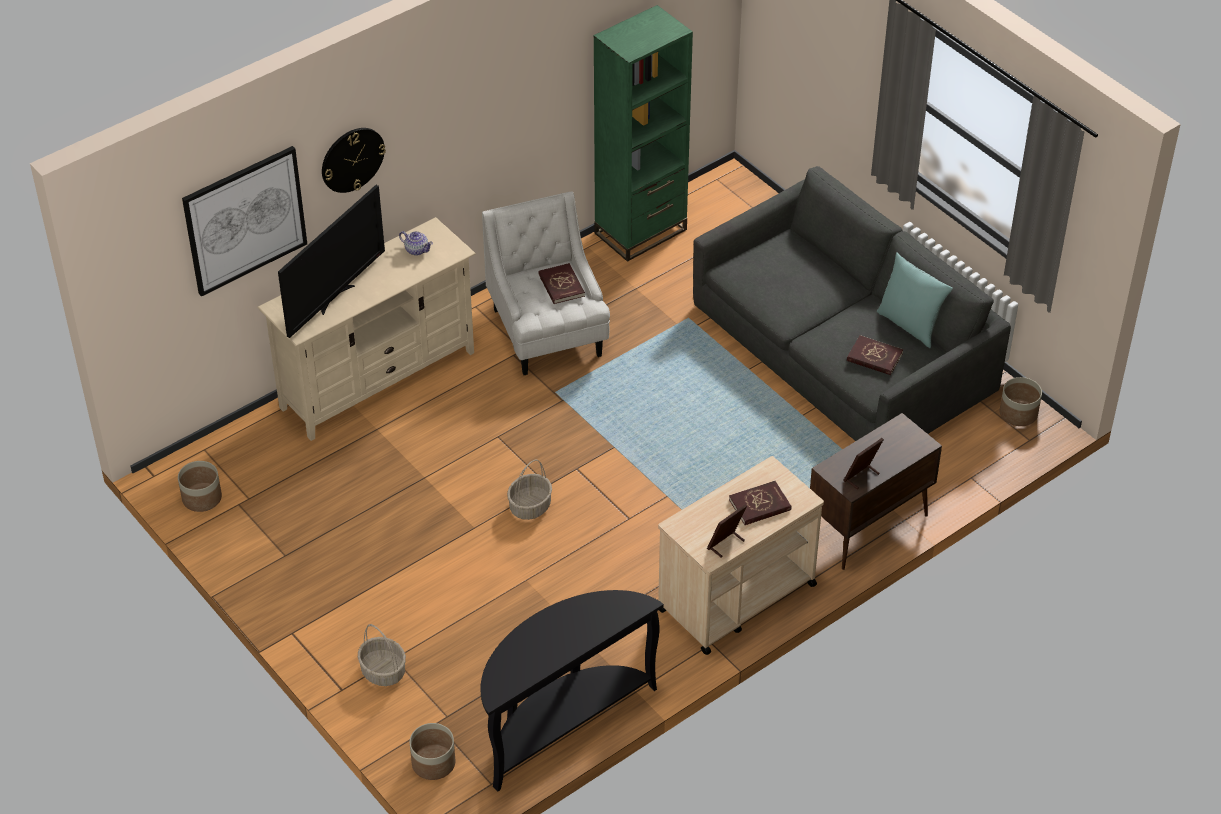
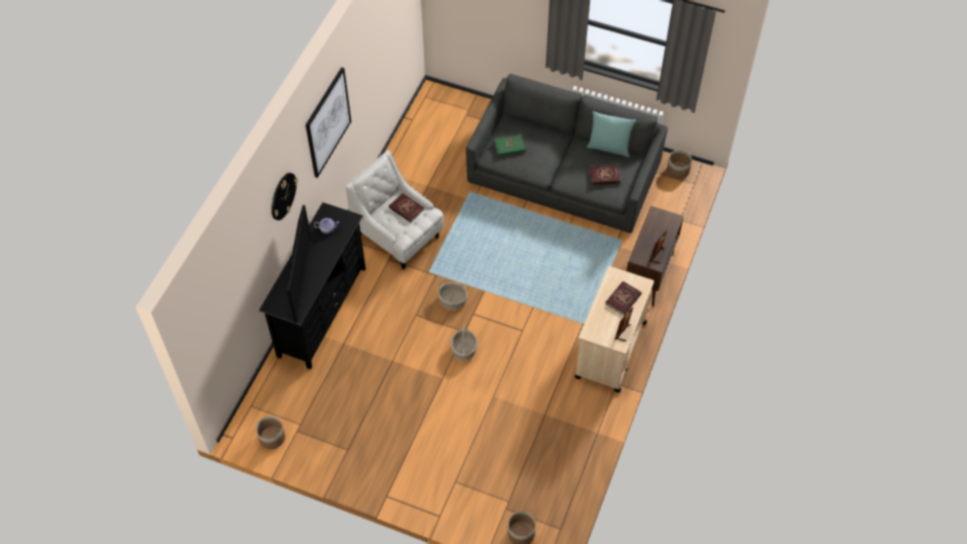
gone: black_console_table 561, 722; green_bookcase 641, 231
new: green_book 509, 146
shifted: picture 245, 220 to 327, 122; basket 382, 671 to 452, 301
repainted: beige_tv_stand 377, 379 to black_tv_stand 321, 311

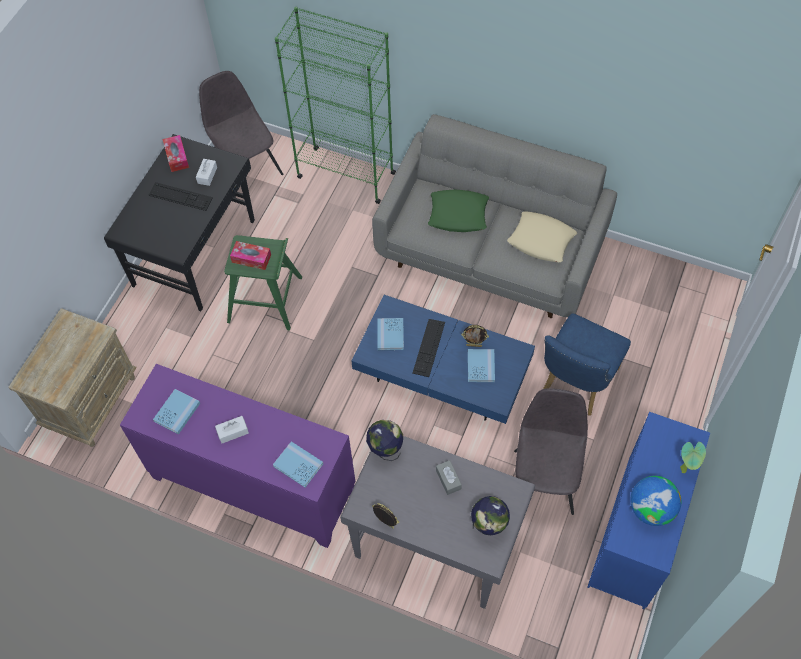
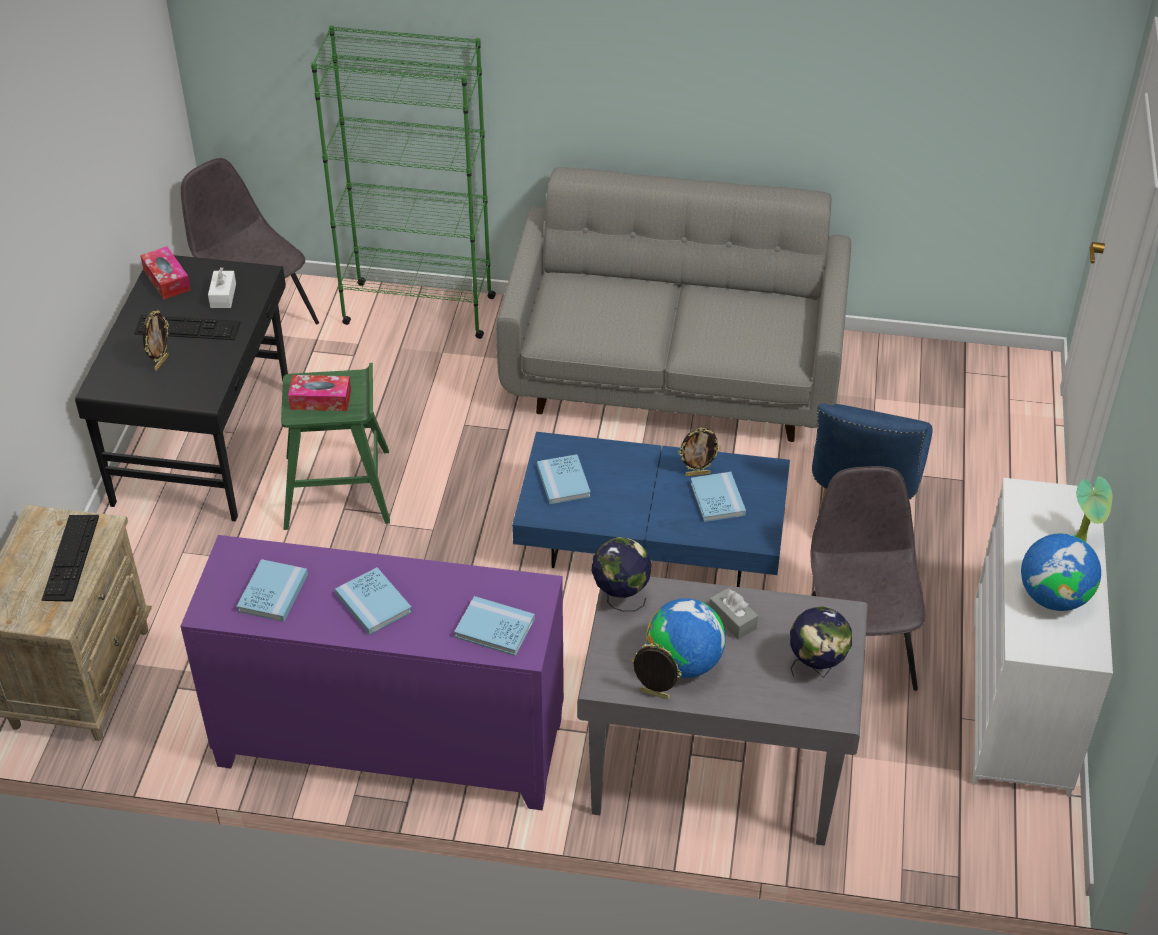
gone: green_pillow 458, 214; beige_pillow 541, 240
new: picture_frame 161, 363; globe 684, 663
shifted: keyboard 429, 347 to 71, 557
swapped: white_tissue_box 232, 432 to blue_book 373, 603
repainted: blue_dresser 637, 533 to white_dresser 1021, 697

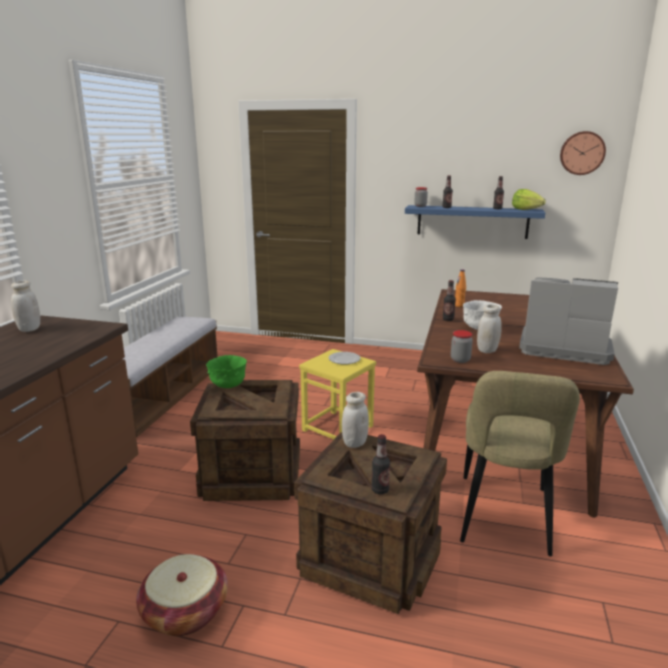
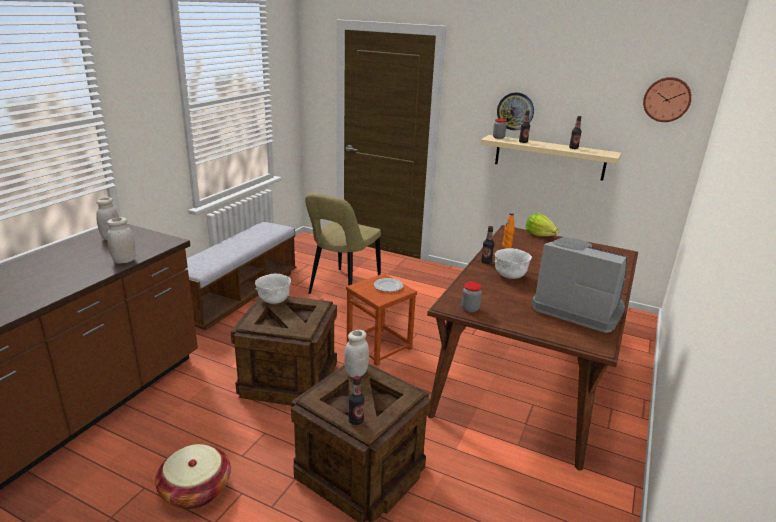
new: wall_clock 515, 111
shifted: white_jar 487, 350 to 124, 261; beige_chair 503, 518 to 343, 288; lettuce 525, 209 to 539, 235
repainted: green_bowl 228, 386 to white_bowl 274, 301; yellow_stool 338, 428 to brown_stool 379, 346; blue_shelf 472, 221 to beige_shelf 549, 157

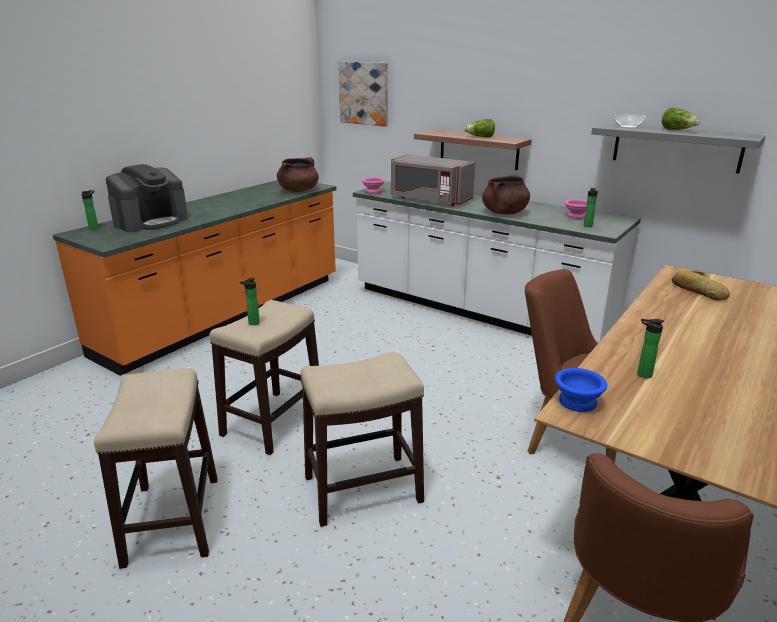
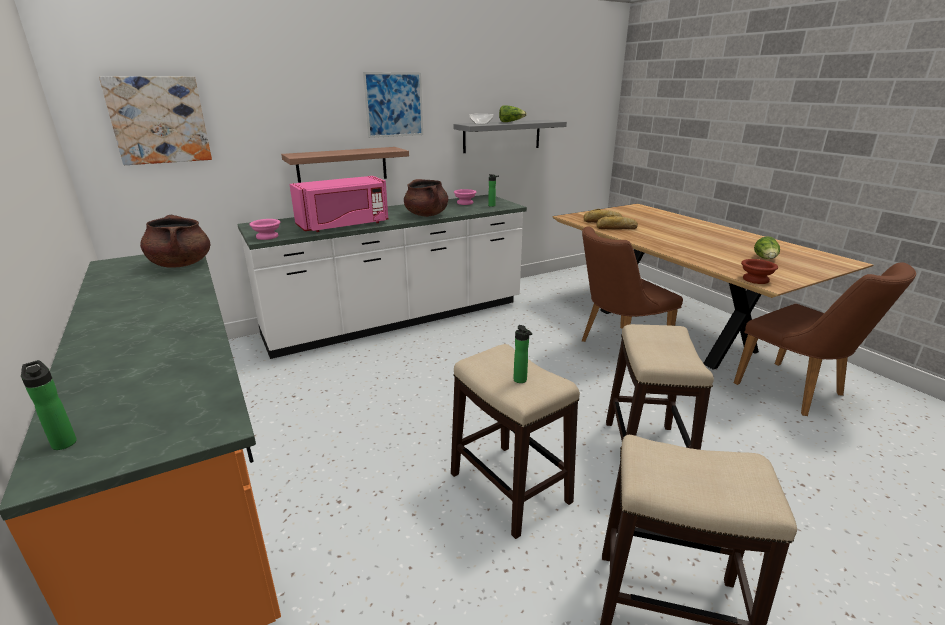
gone: coffee_machine 151, 221; bottle 641, 374
new: picture 394, 105; bread 616, 228
shifted: lettuce 480, 137 to 766, 259
repainted: grey_microwave 429, 200 to pink_microwave 344, 225; blue_bowl 577, 401 to brown_bowl 754, 279

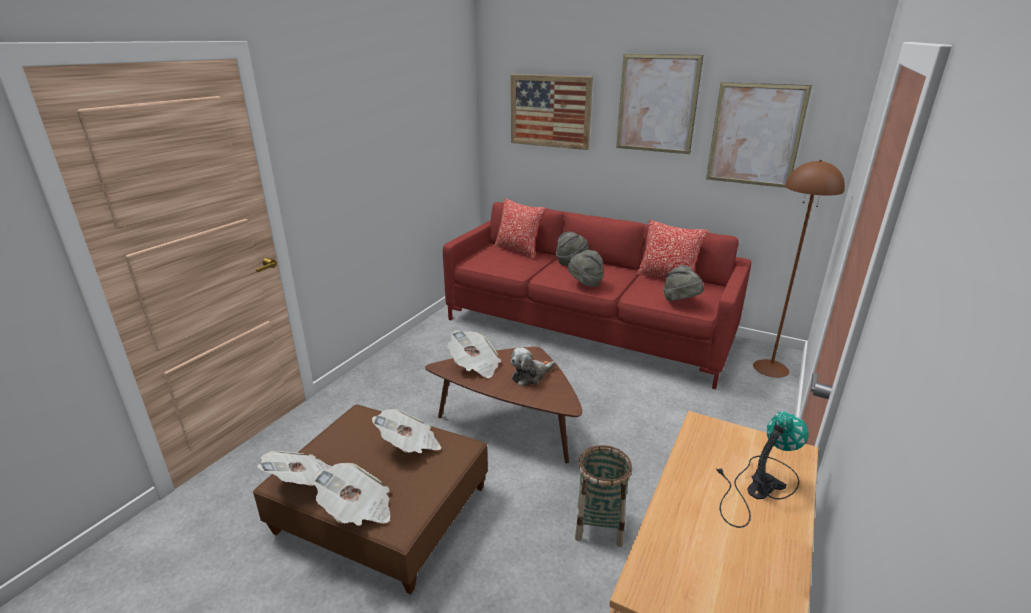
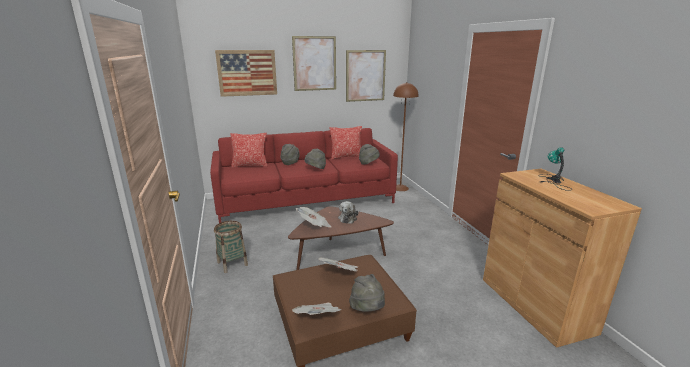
shifted: basket 599, 525 to 232, 263
swapped: newspaper 357, 510 to grey_hat 367, 310

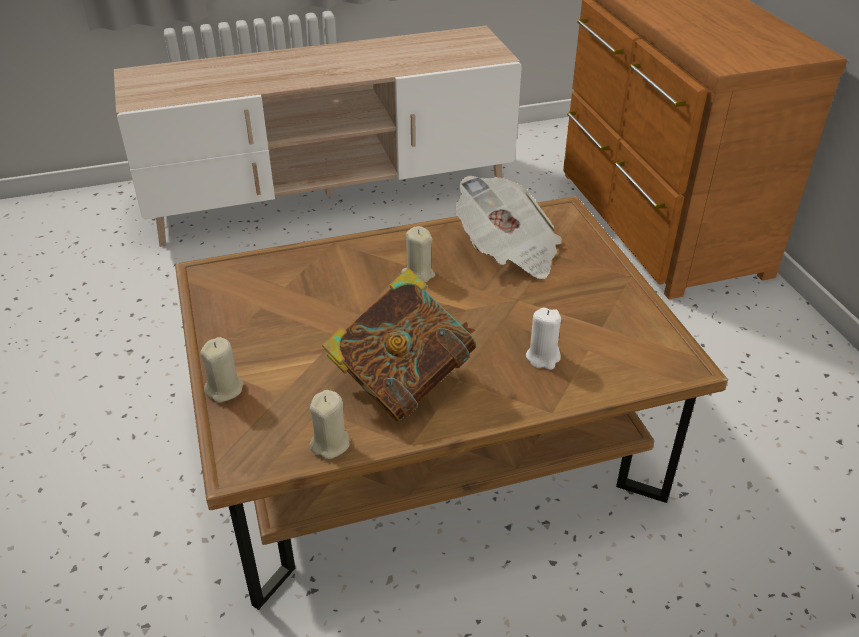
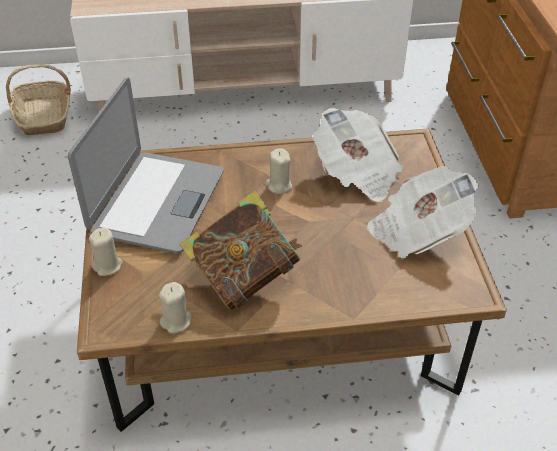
gone: white_candle 543, 357
new: basket 43, 116; laptop 156, 202; newspaper 418, 230

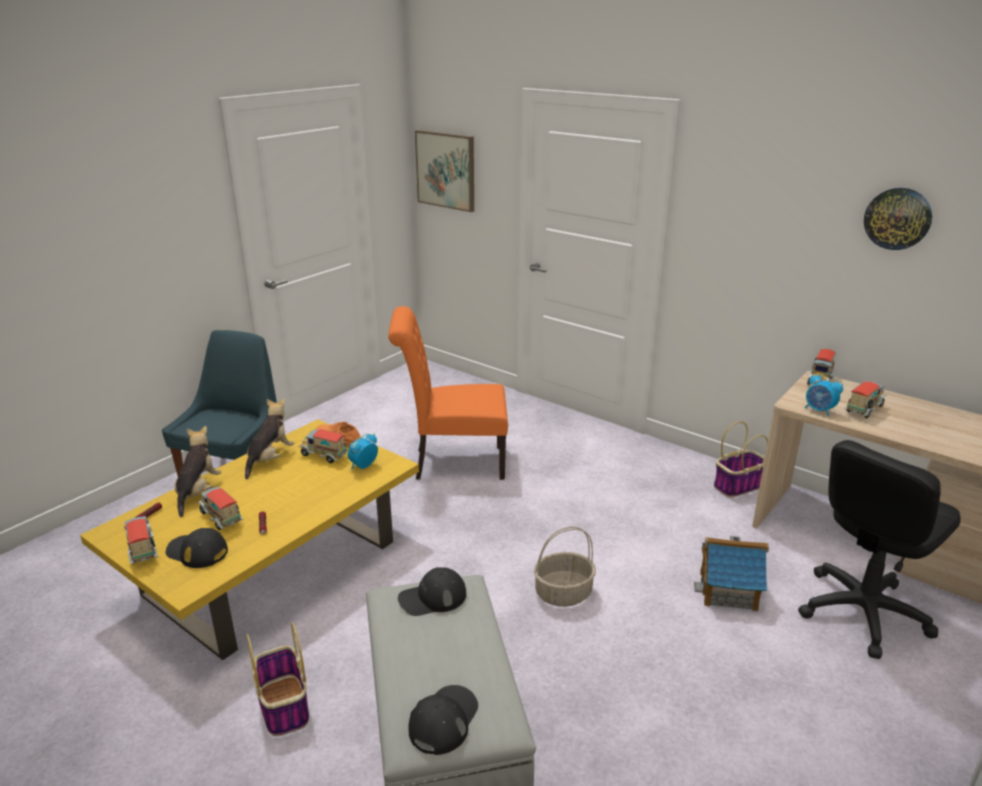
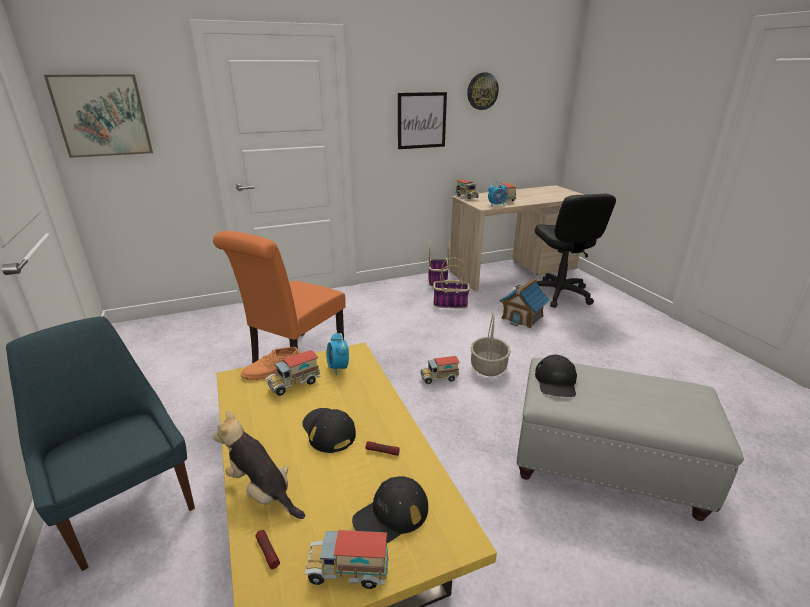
gone: plush_toy 270, 459
new: picture 421, 120
shifted: black_cap 443, 720 to 328, 431; toy_truck 221, 518 to 439, 378; basket 283, 705 to 450, 304

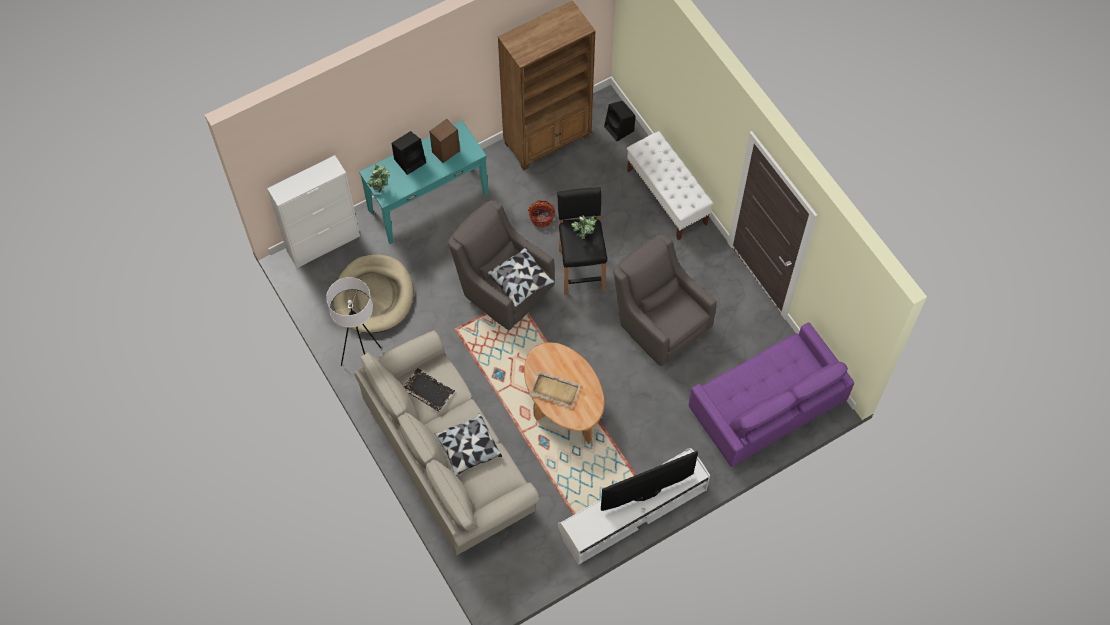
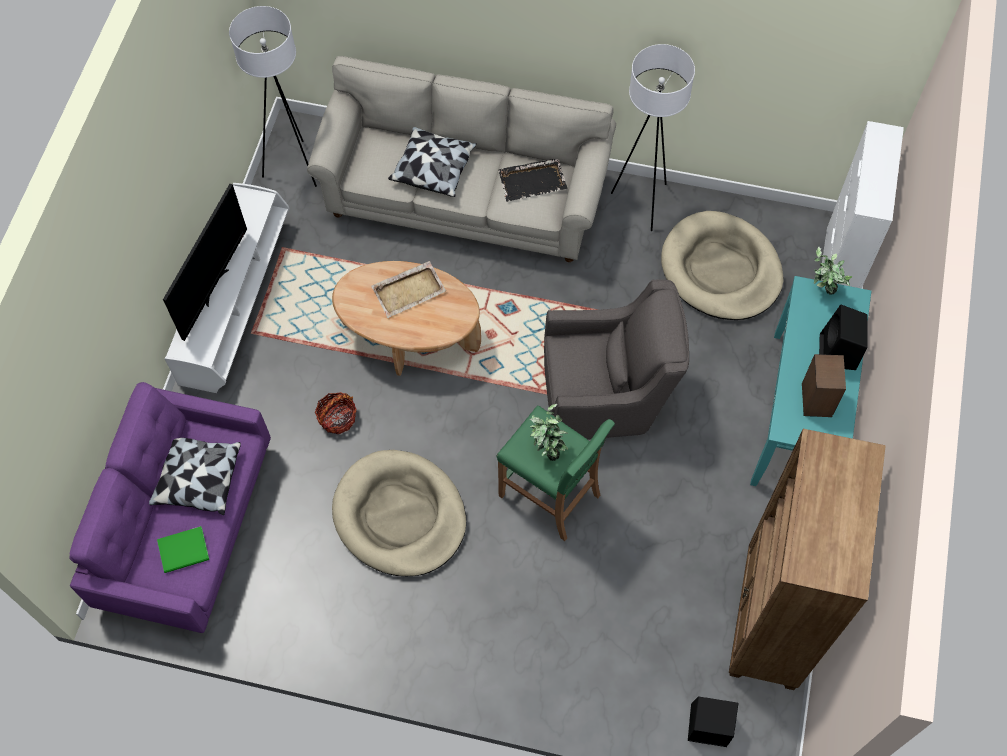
gone: white_bench 667, 197
new: green_book 185, 551; white_floor_lamp 294, 167
shifted: pillow 521, 281 to 197, 479; basket 541, 217 to 337, 418
swapped: grey_armchair 659, 322 to beige_dog_bed 400, 516
repainted: black_stool 581, 269 to green_stool 550, 496

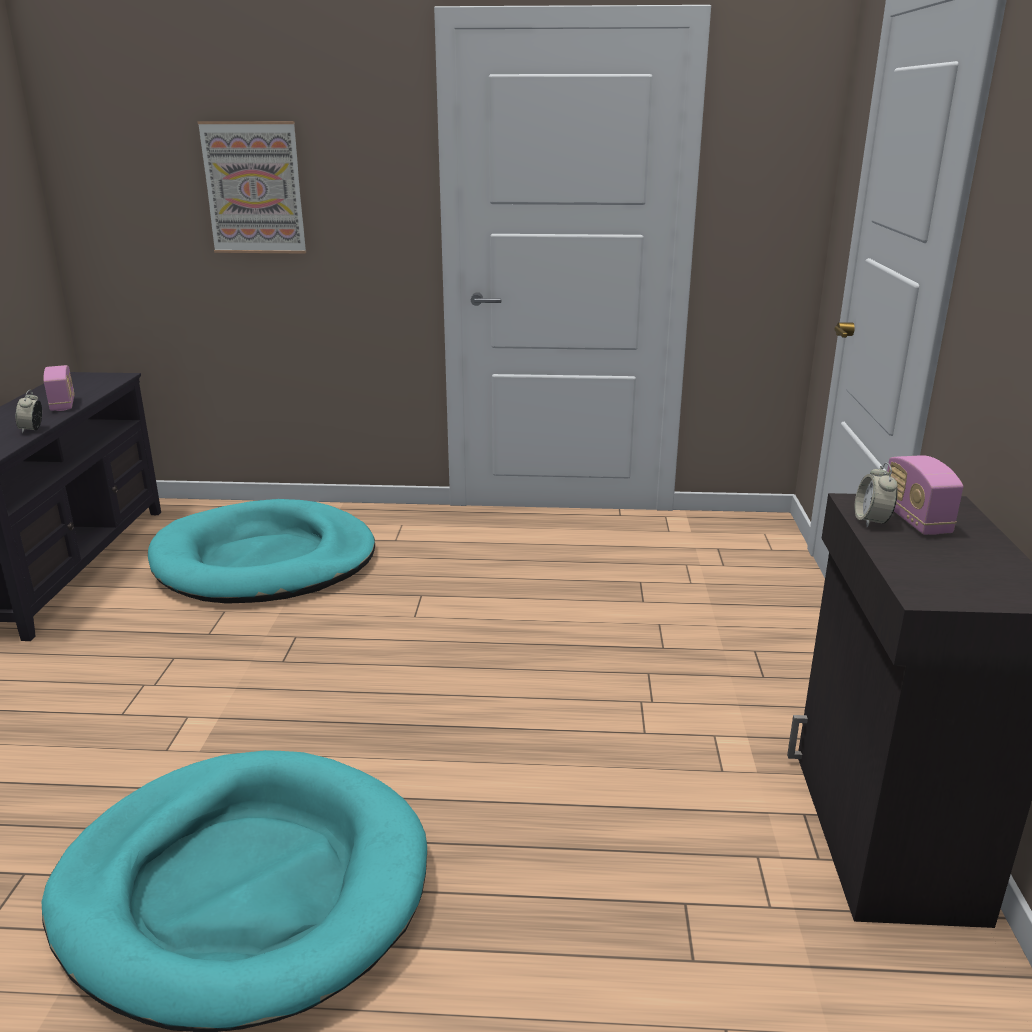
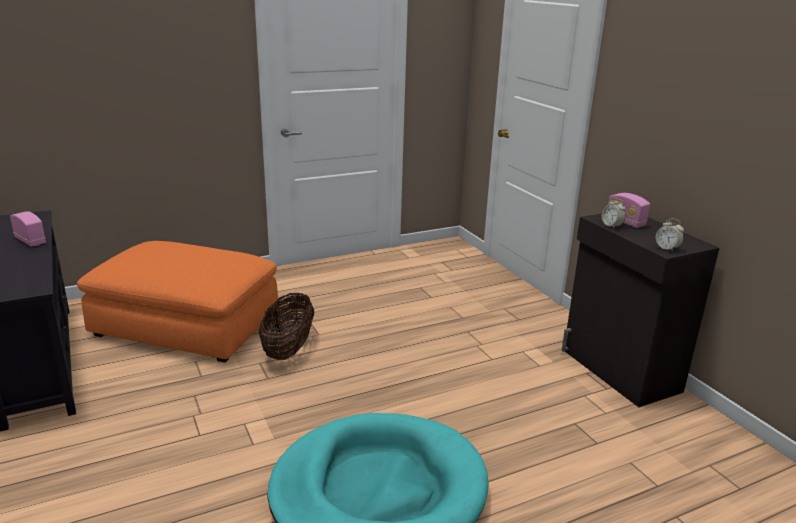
gone: picture 254, 188
new: basket 288, 349
shifted: alarm_clock 32, 429 to 667, 248
swapped: turquoise_dog_bed 265, 561 to orange_ottoman 187, 325

